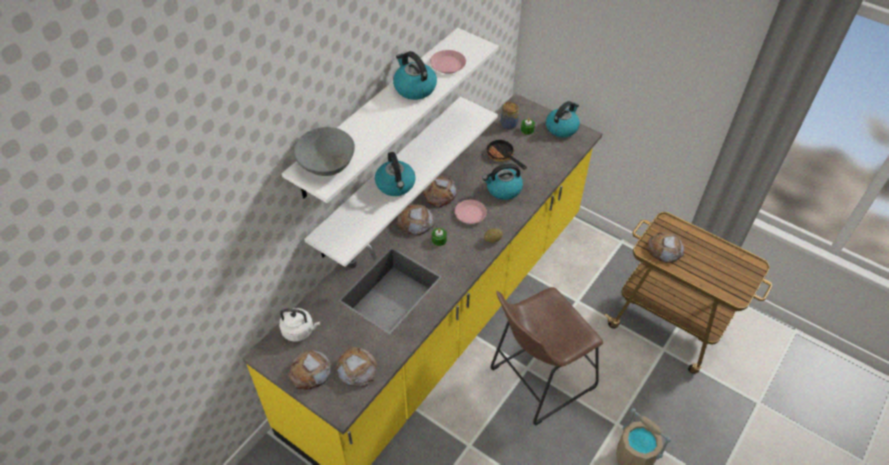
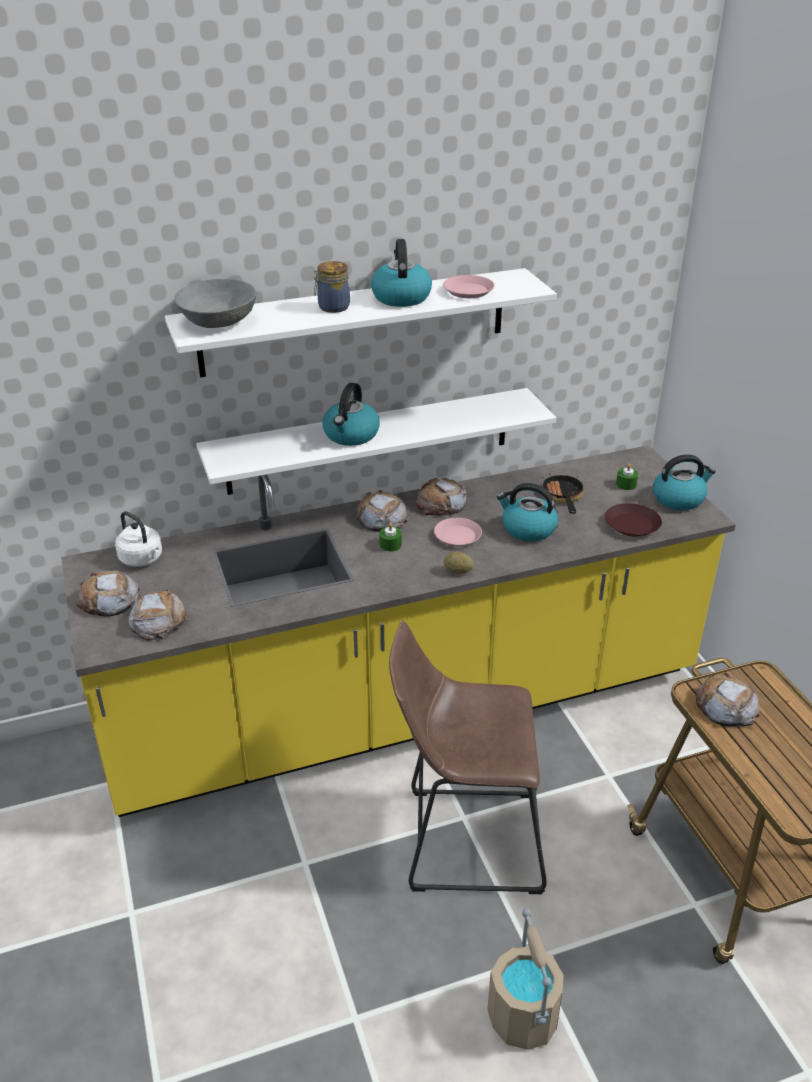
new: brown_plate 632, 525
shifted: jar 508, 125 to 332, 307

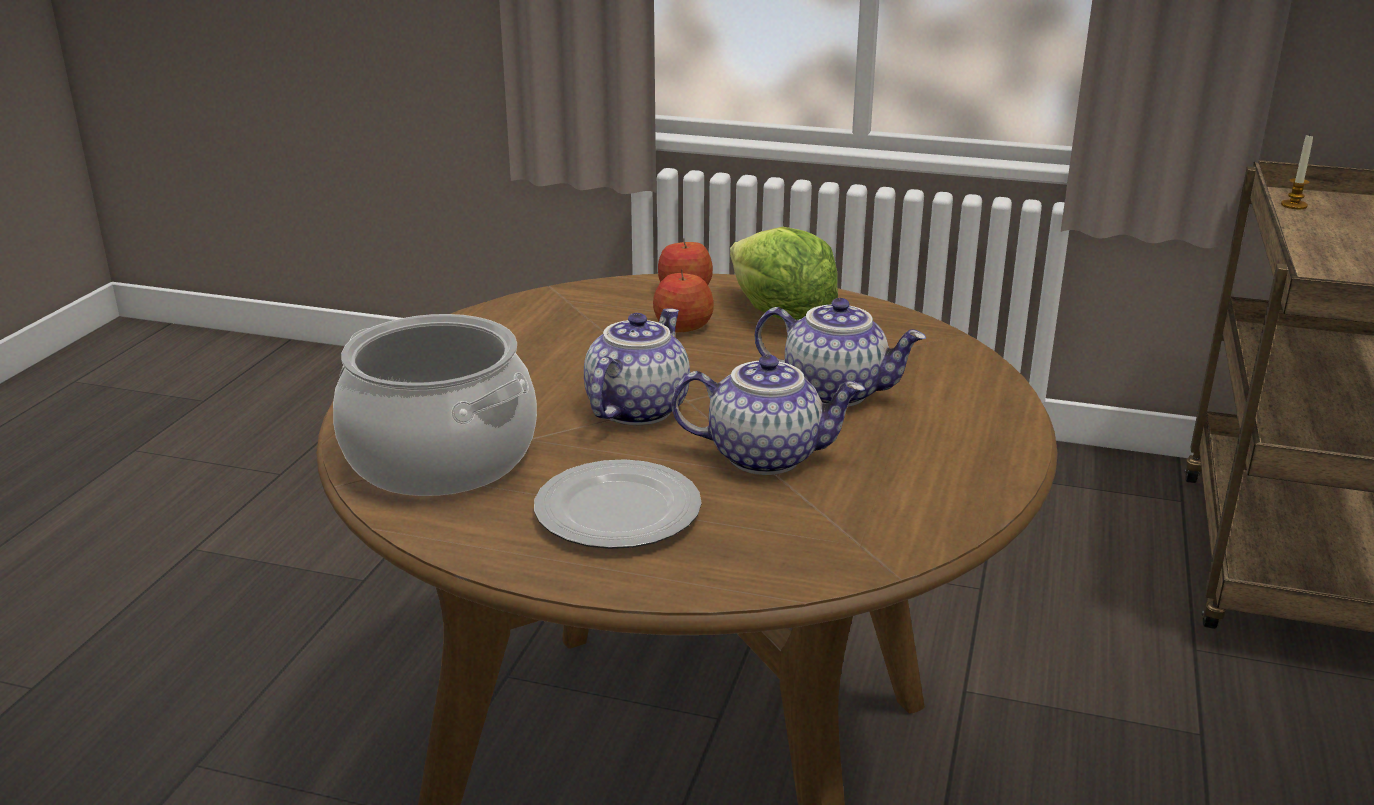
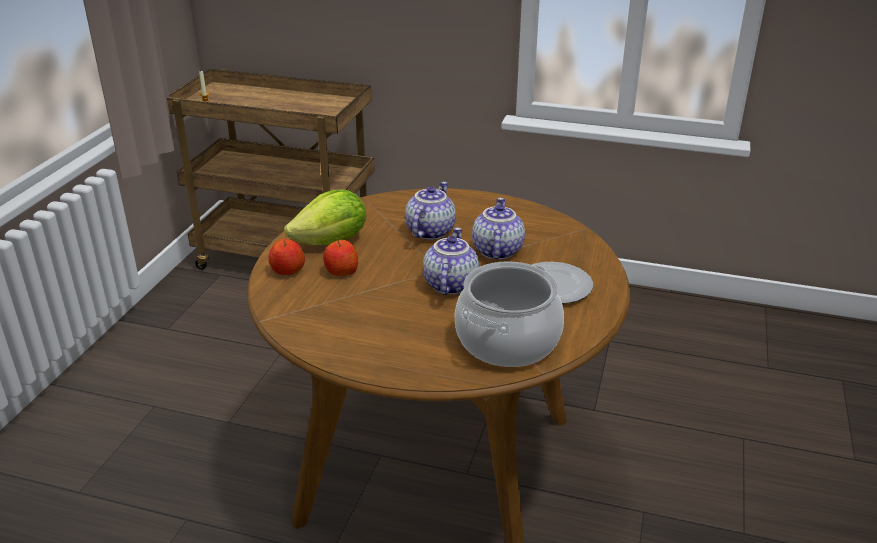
rotated: teapot 635, 409 = 449, 284 75 degrees clockwise

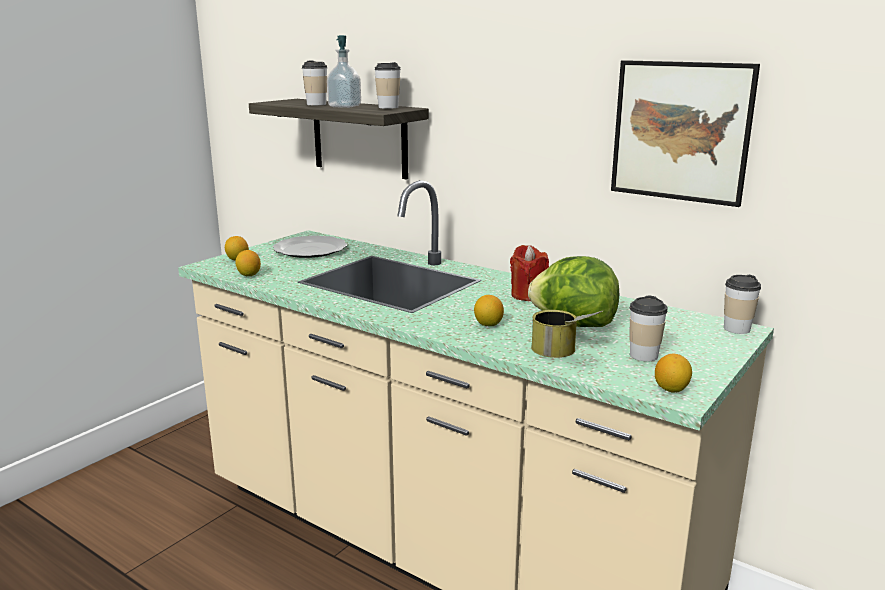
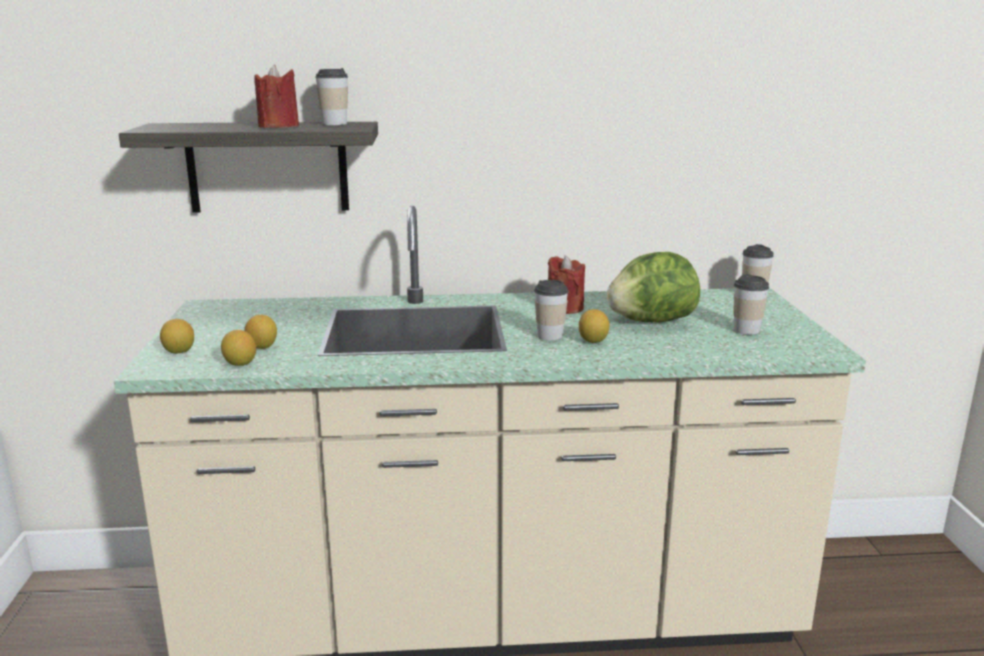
gone: plate 310, 249; can 564, 352; picture 680, 131
shifted: lemon 671, 389 to 262, 347; cup 316, 104 to 550, 335
swapped: soap_dispenser 344, 106 to red_candle 278, 126

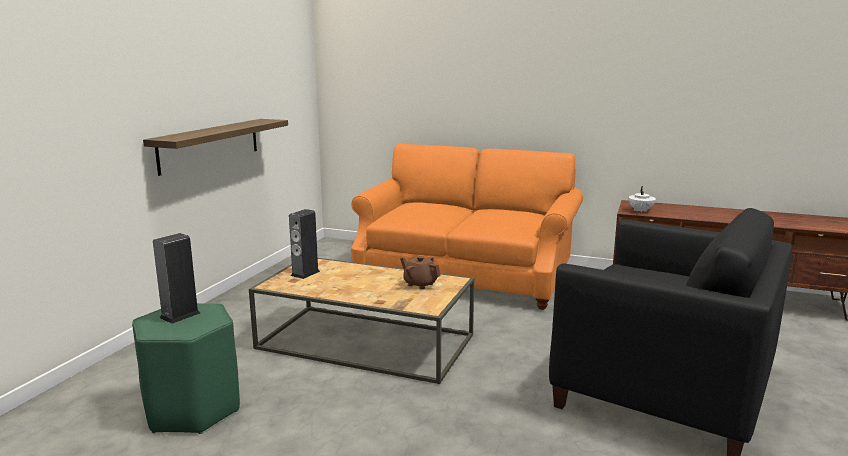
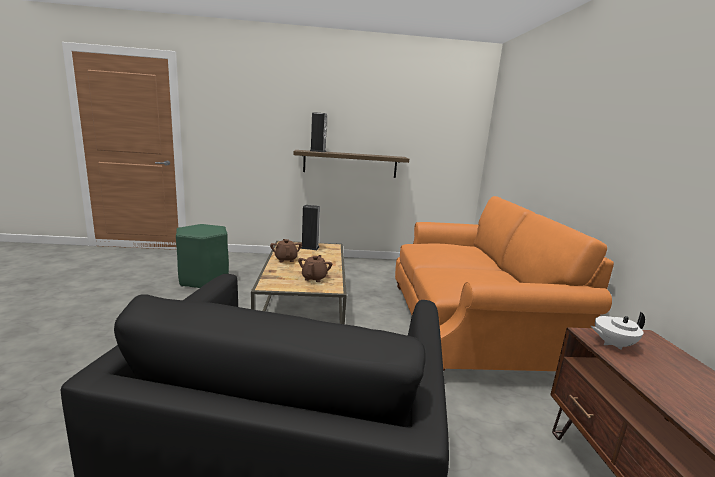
new: brown_teapot 286, 259
shifted: speaker 180, 315 to 318, 151

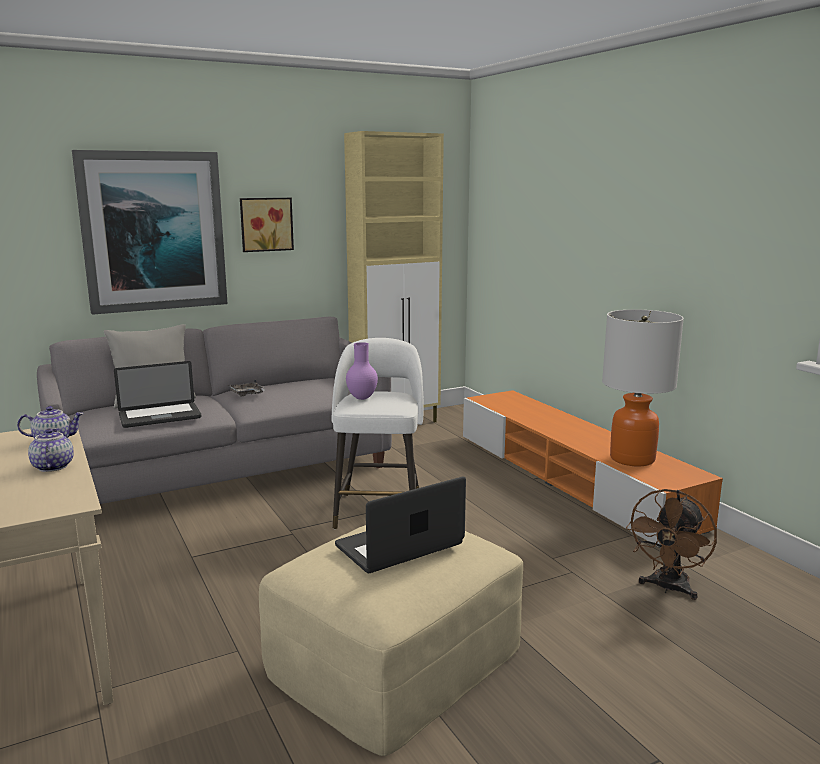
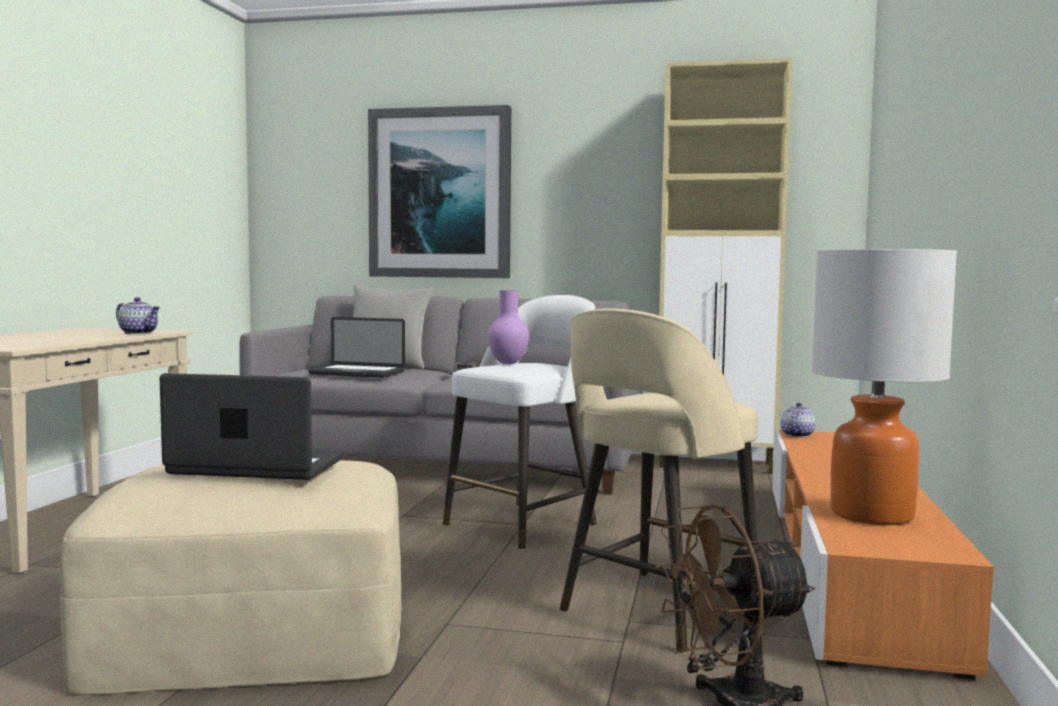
gone: picture 266, 224
new: beige_stool 656, 611
shifted: teapot 52, 466 to 796, 435

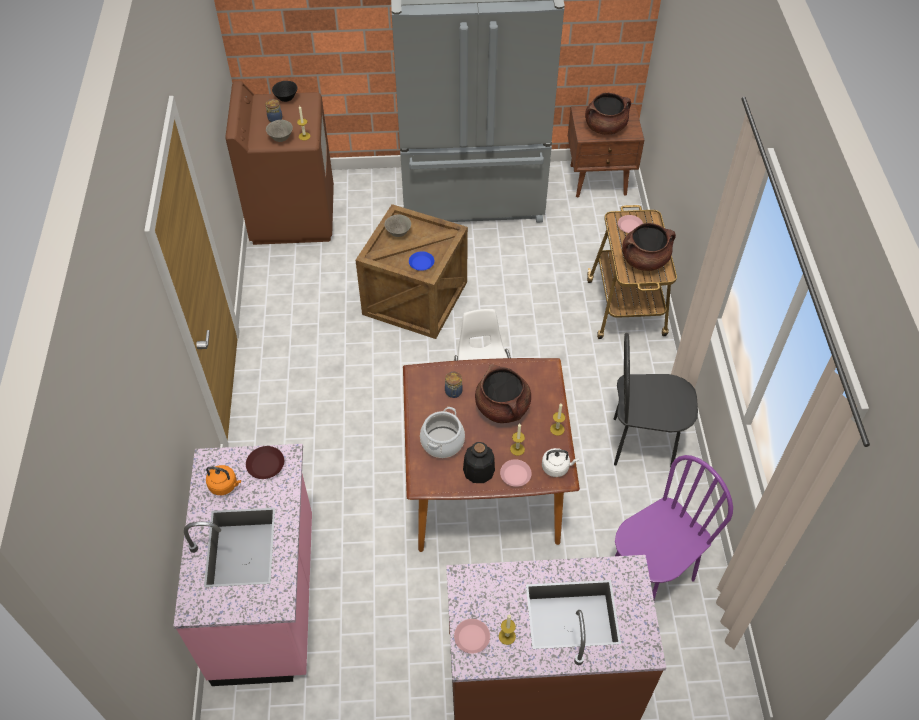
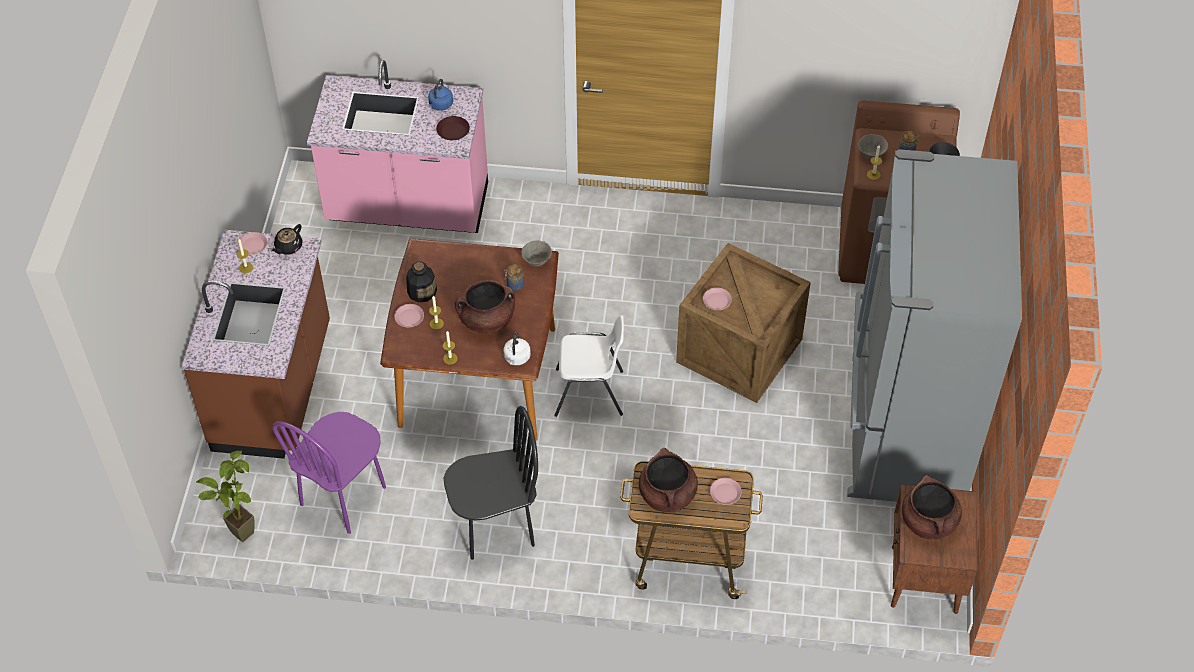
gone: cooking_pot 442, 442
new: potted_plant 239, 527; black_teapot 288, 247
shifted: white_kettle 557, 467 to 517, 358; grey_bowl 398, 233 to 536, 261
repainted: orange_kettle 225, 485 to blue_kettle 440, 105; blue_plate 421, 263 to pink_plate 716, 301
rotated: purple_chair 650, 575 = 343, 496 60 degrees clockwise; black_chair 642, 443 = 496, 527 60 degrees clockwise

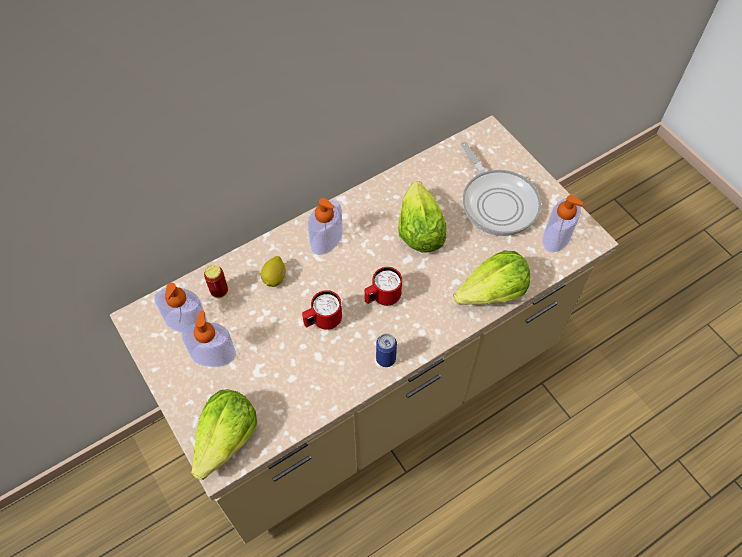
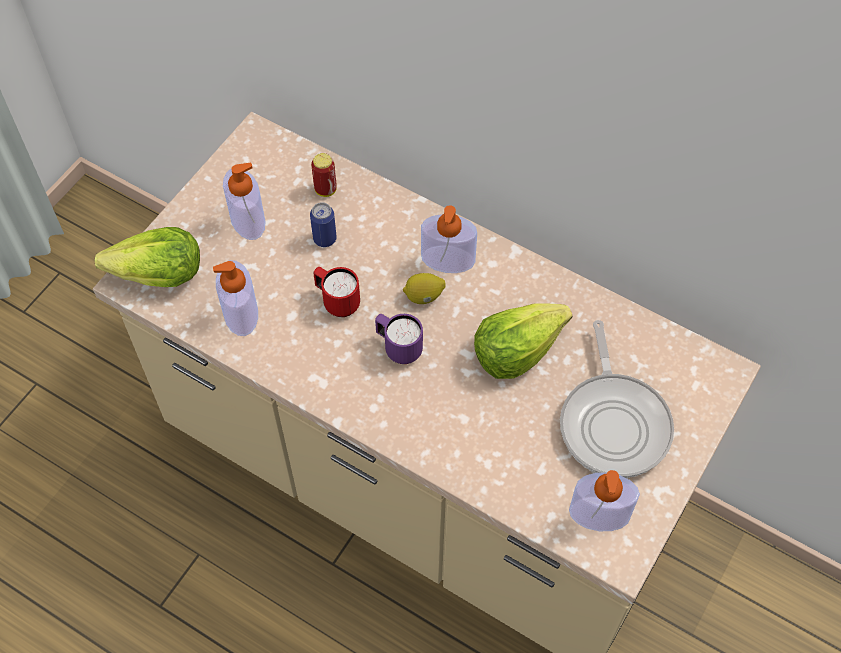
gone: lettuce 492, 293
shifted: soap_dispenser 186, 321 to 241, 313; can 386, 359 to 325, 239; lemon 275, 278 to 424, 296
repainted: red_mug 382, 298 to purple_mug 398, 348
rotated: frying_pan 497, 202 = 613, 422 45 degrees counterclockwise

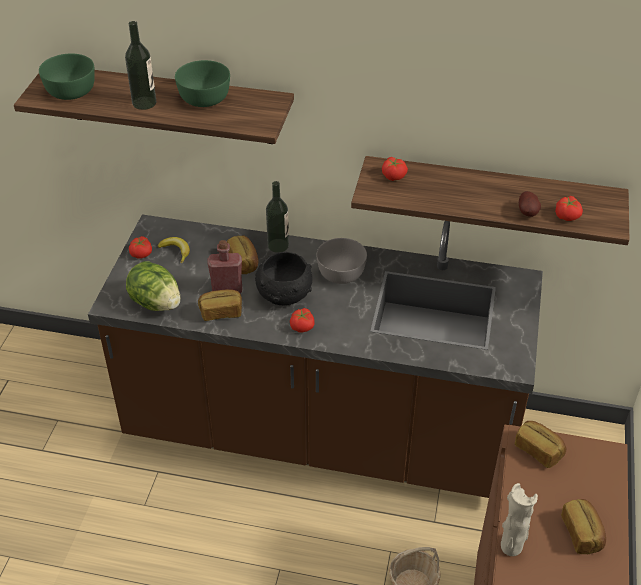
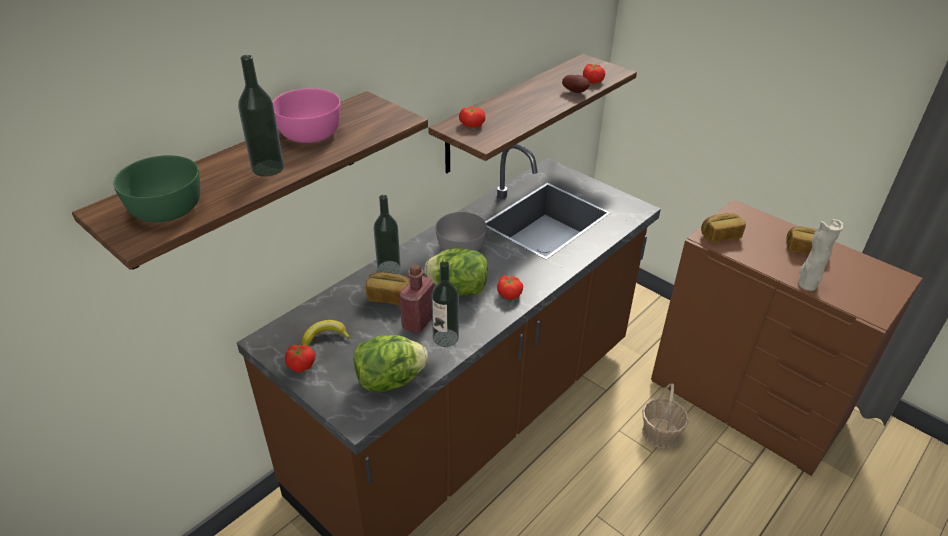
swapped: black_bowl 284, 295 to lettuce 458, 289; bread 221, 312 to bottle 445, 338
repainted: green_bowl 204, 97 to pink_bowl 309, 133

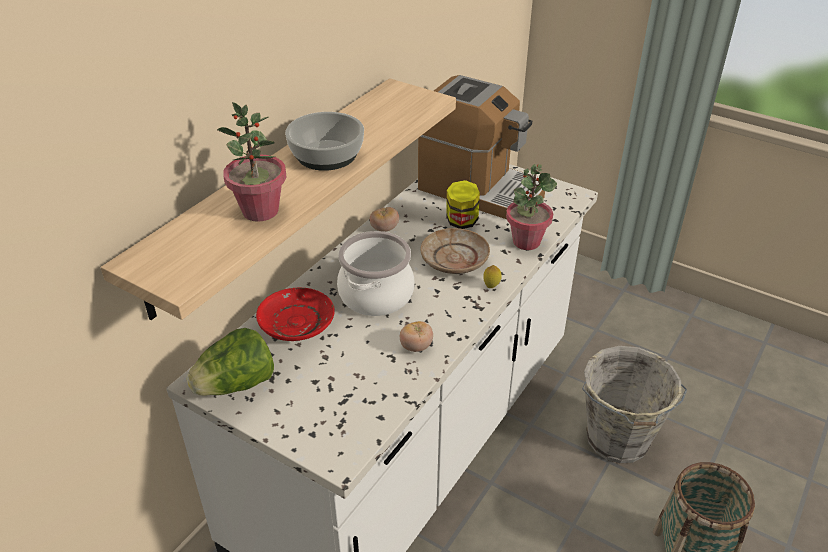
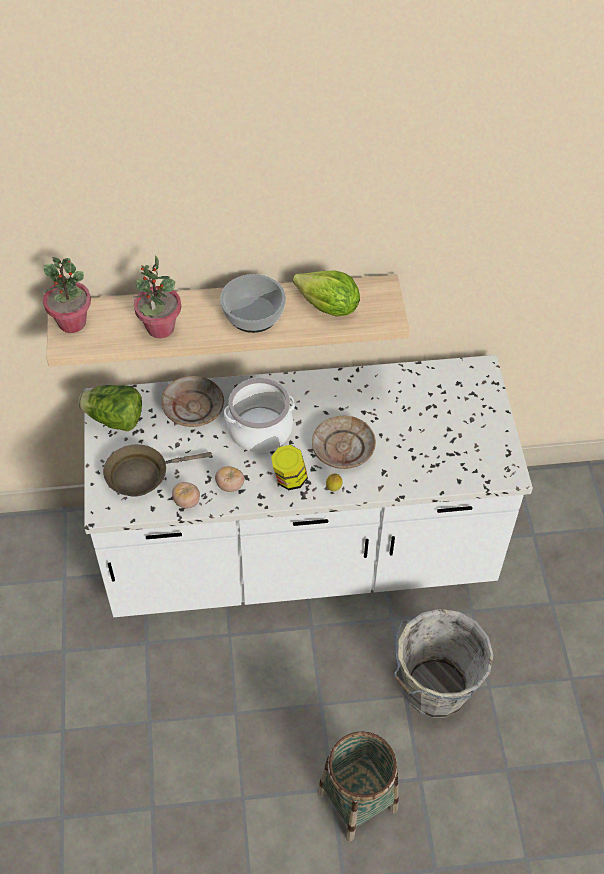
gone: coffee_machine 480, 189
new: brown_frying_pan 142, 475; lettuce 328, 307
shifted: potted_plant 526, 241 to 72, 322; tomato 384, 229 to 187, 501; jar 461, 222 to 289, 479
repainted: red_plate 296, 322 to beige_plate 193, 407

